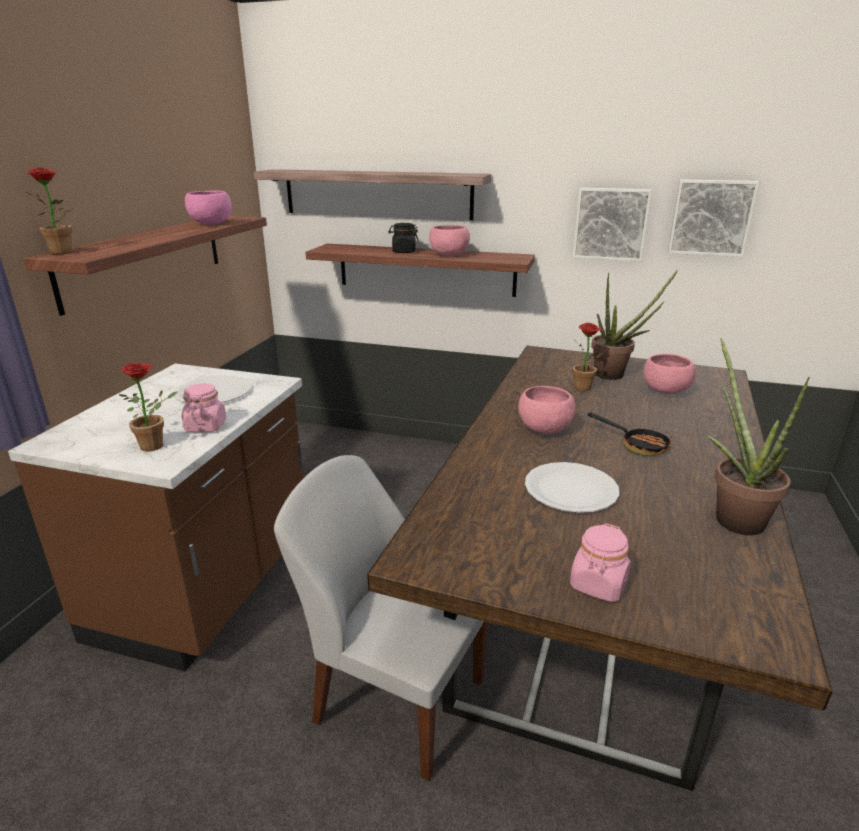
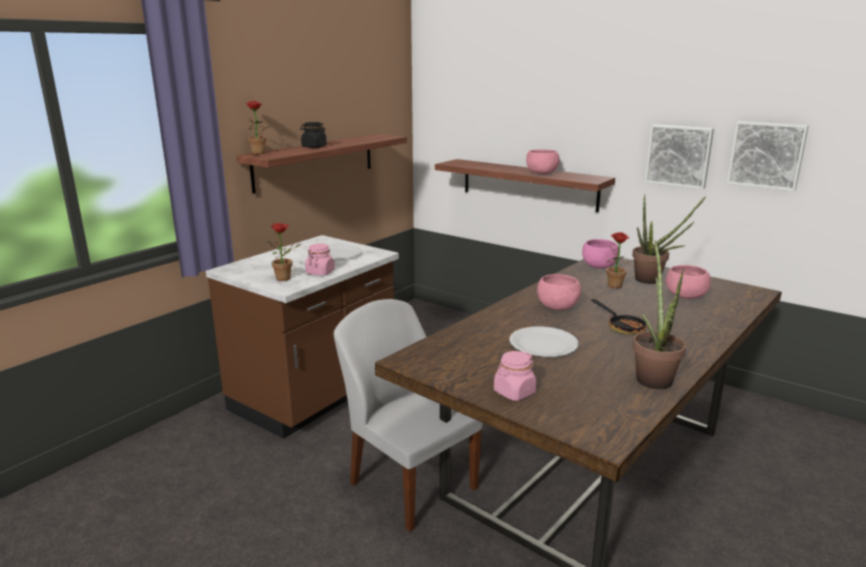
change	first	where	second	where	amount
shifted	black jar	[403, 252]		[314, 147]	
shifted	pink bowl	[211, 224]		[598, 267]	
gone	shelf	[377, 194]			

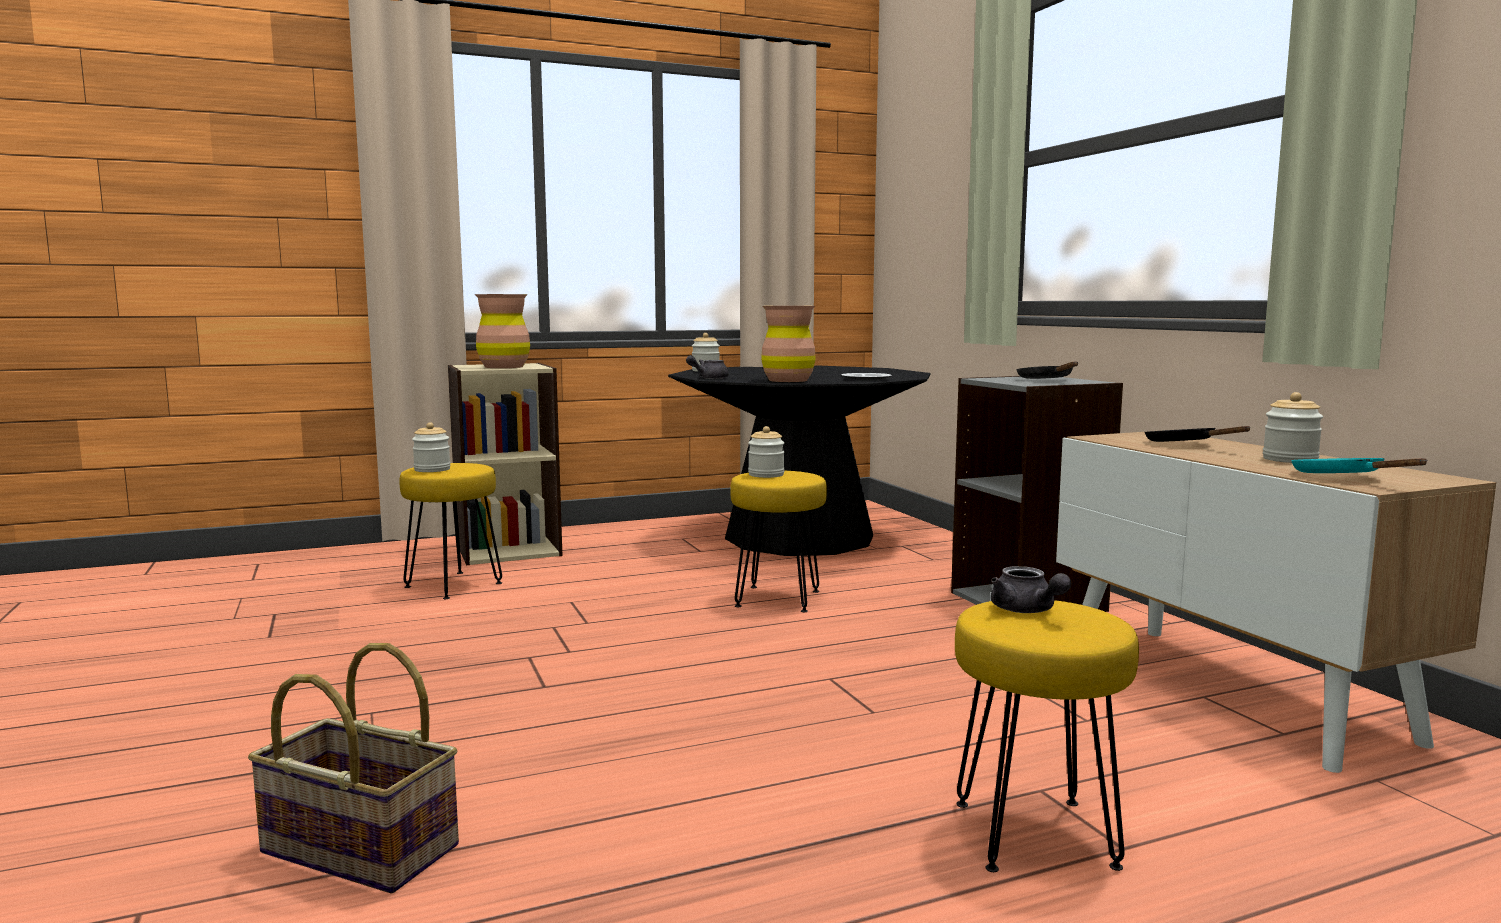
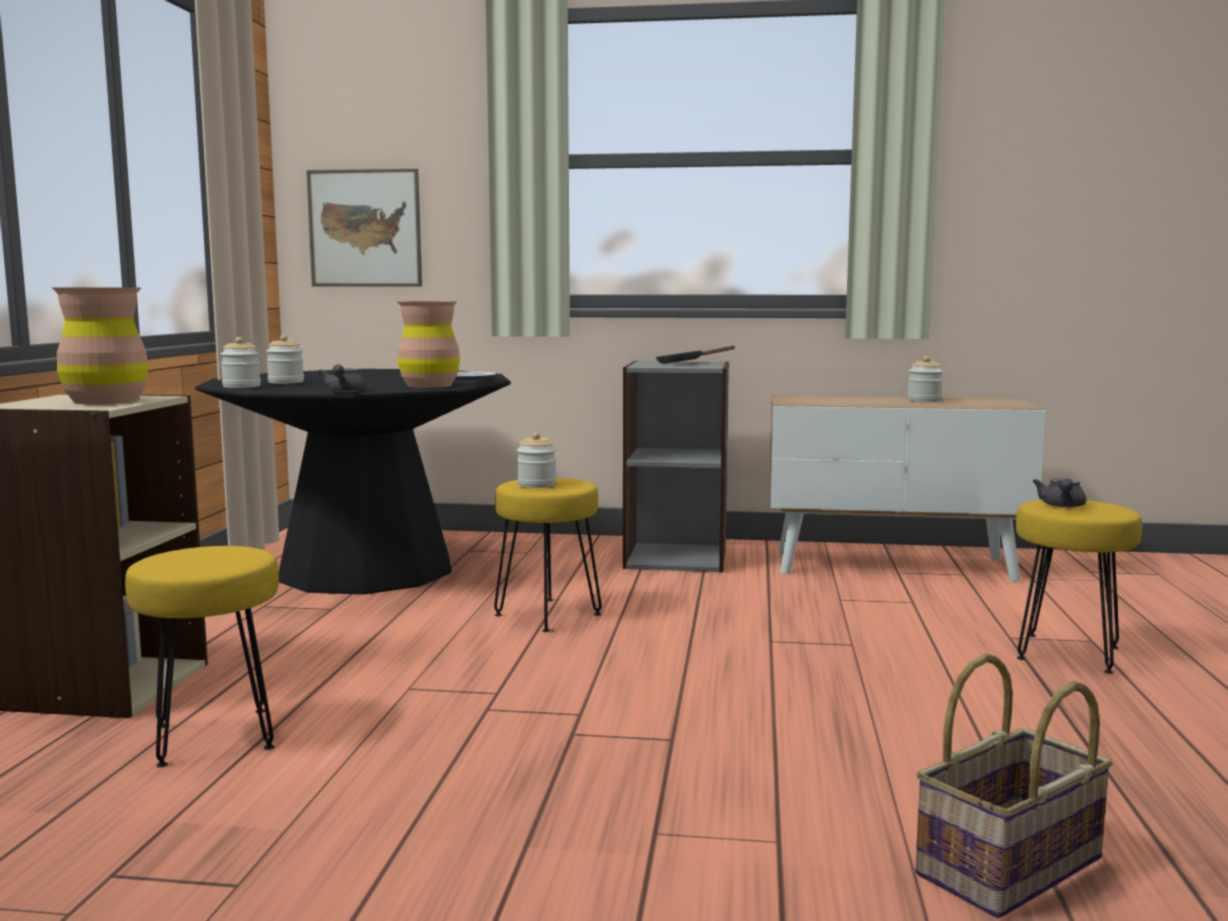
change	first	where	second	where	amount
shifted	jar	[432, 469]		[286, 382]	
new			picture	[365, 228]	
rotated	grey teapot	[1027, 611]		[1061, 506]	105 degrees clockwise
gone	black frying pan	[1185, 444]			
gone	turquoise frying pan	[1344, 477]			

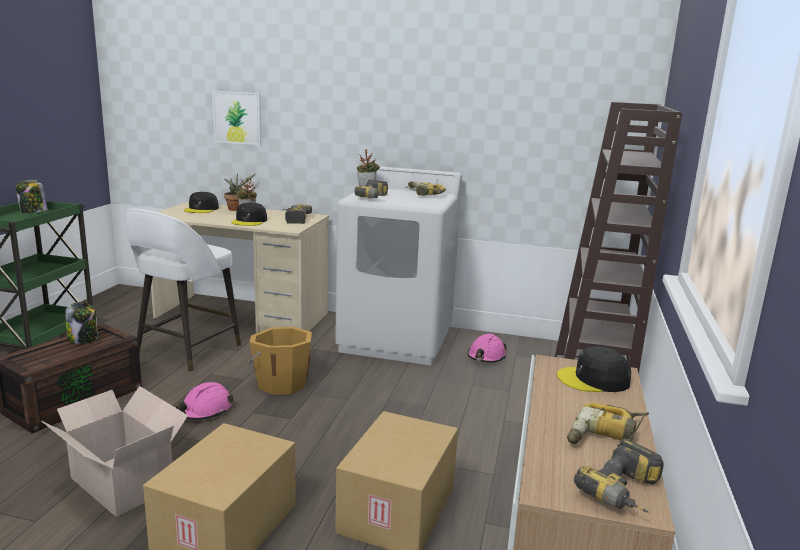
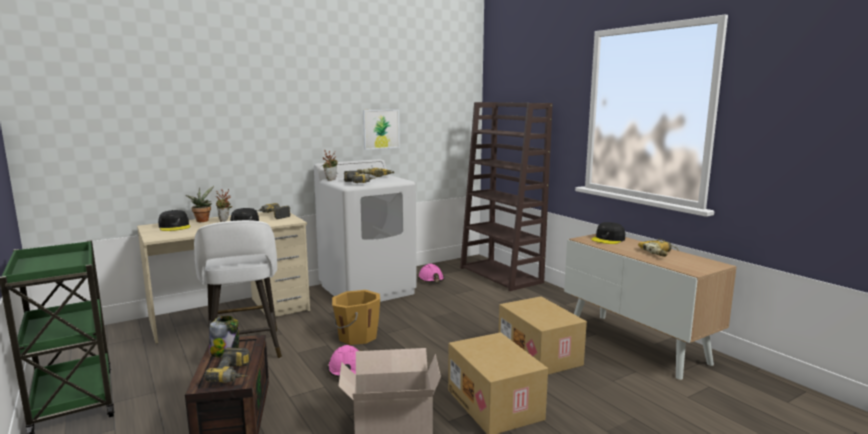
change	first	where	second	where	amount
shifted	power drill	[626, 495]		[234, 375]	
shifted	picture	[237, 118]		[381, 129]	
gone	jar	[33, 212]			

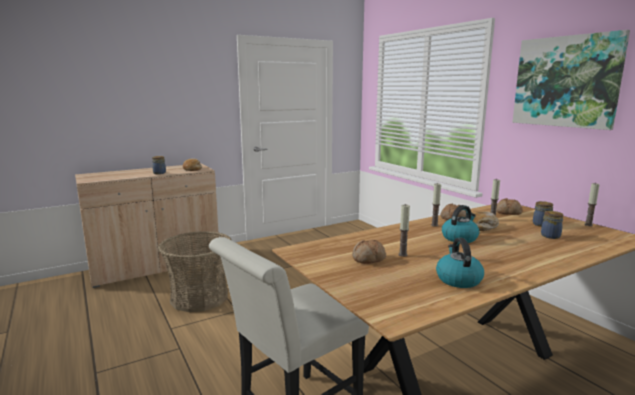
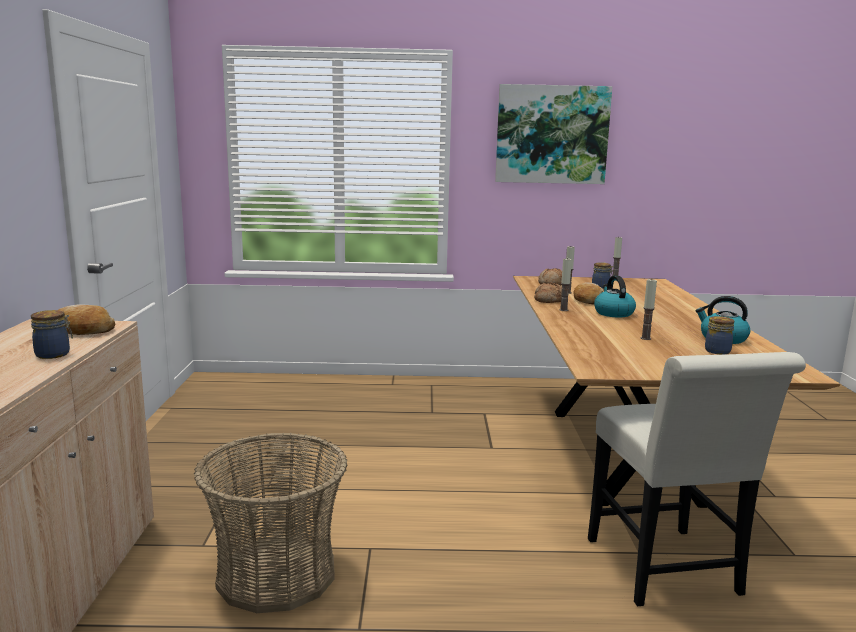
change	first	where	second	where	amount
shifted	jar	[550, 236]		[716, 351]	
gone	bread	[369, 259]			

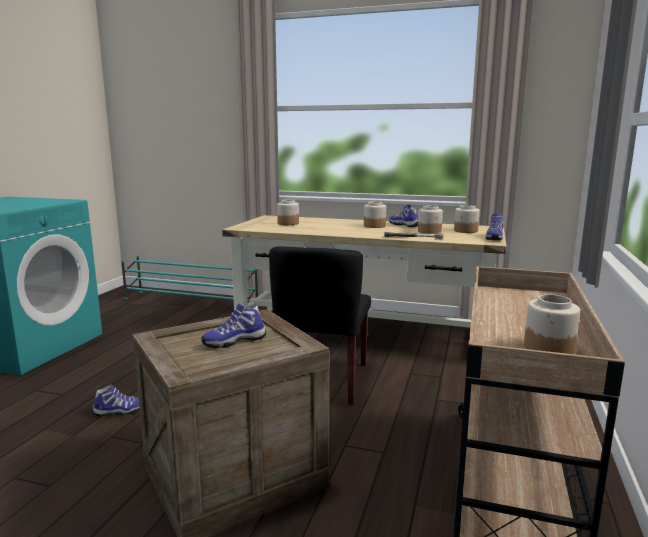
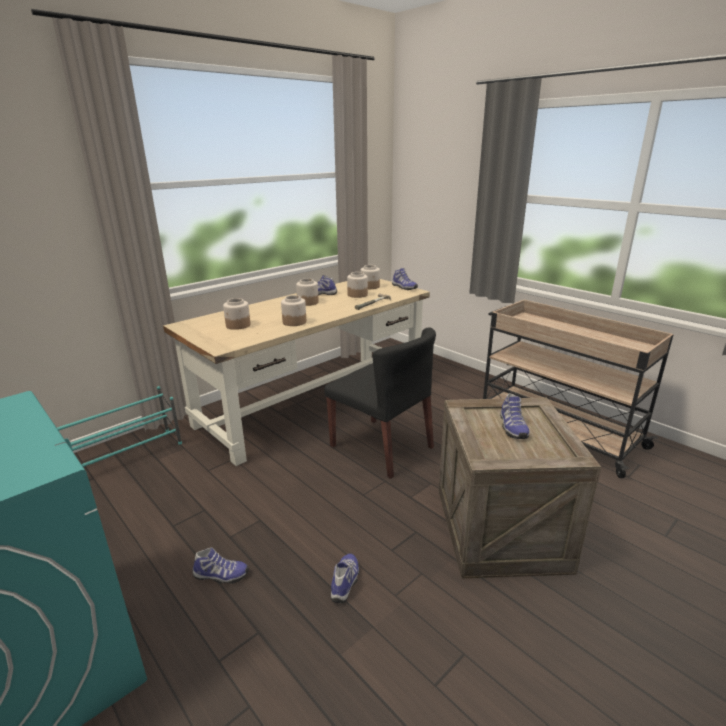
change	first	where	second	where	amount
new			shoe	[220, 576]	
shifted	jar	[549, 348]		[294, 322]	

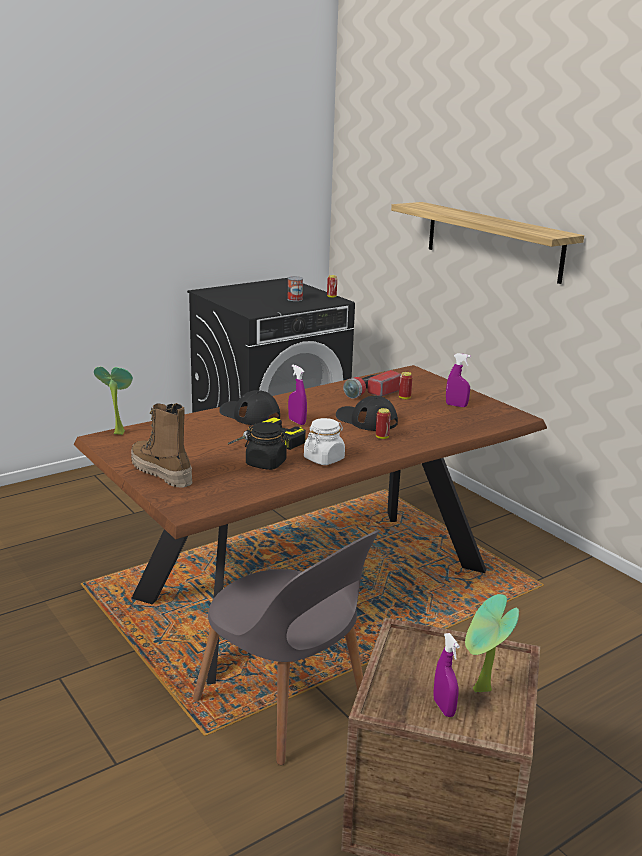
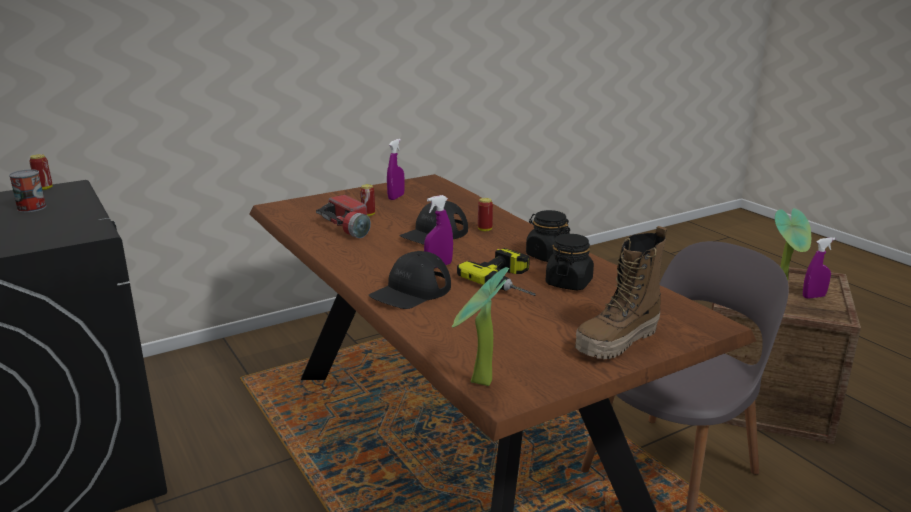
change	first	where	second	where	amount
repainted	white jar	[324, 459]	black jar	[548, 256]	
gone	shelf	[493, 241]			

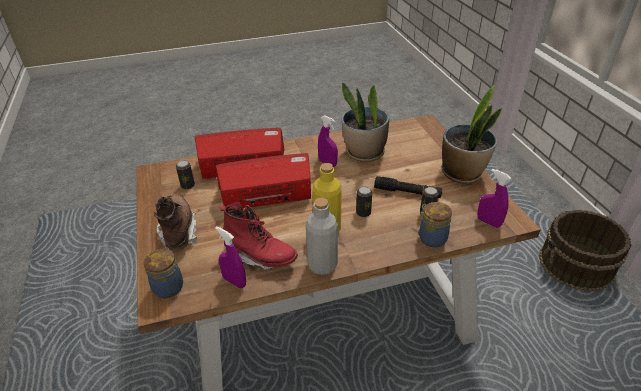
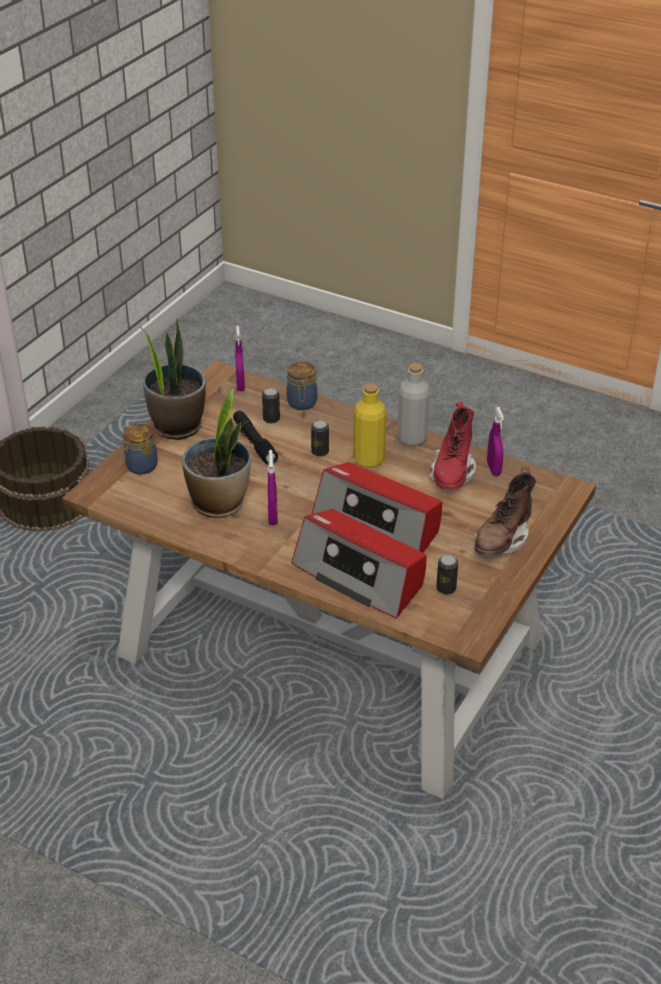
change	first	where	second	where	amount
shifted	jar	[169, 286]		[140, 466]	
rotated	red boot	[260, 256]		[452, 474]	150 degrees counterclockwise

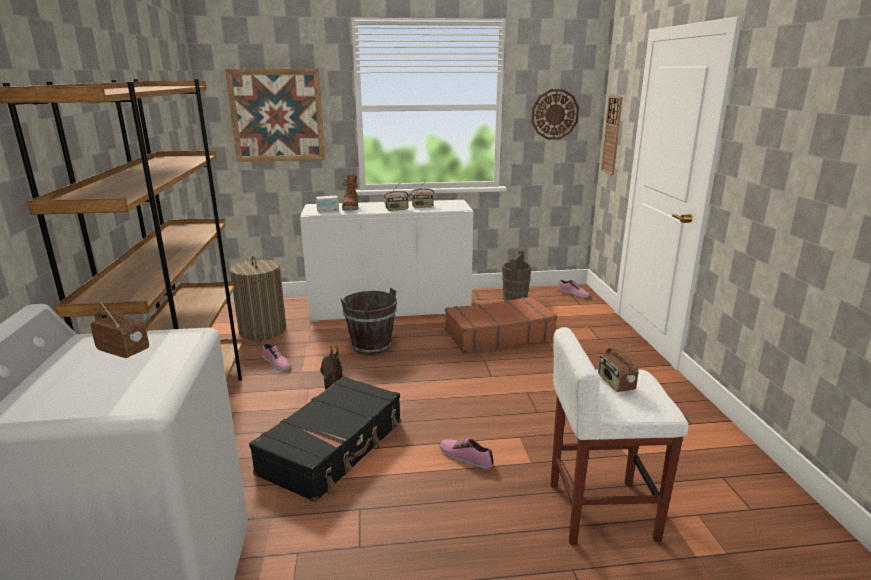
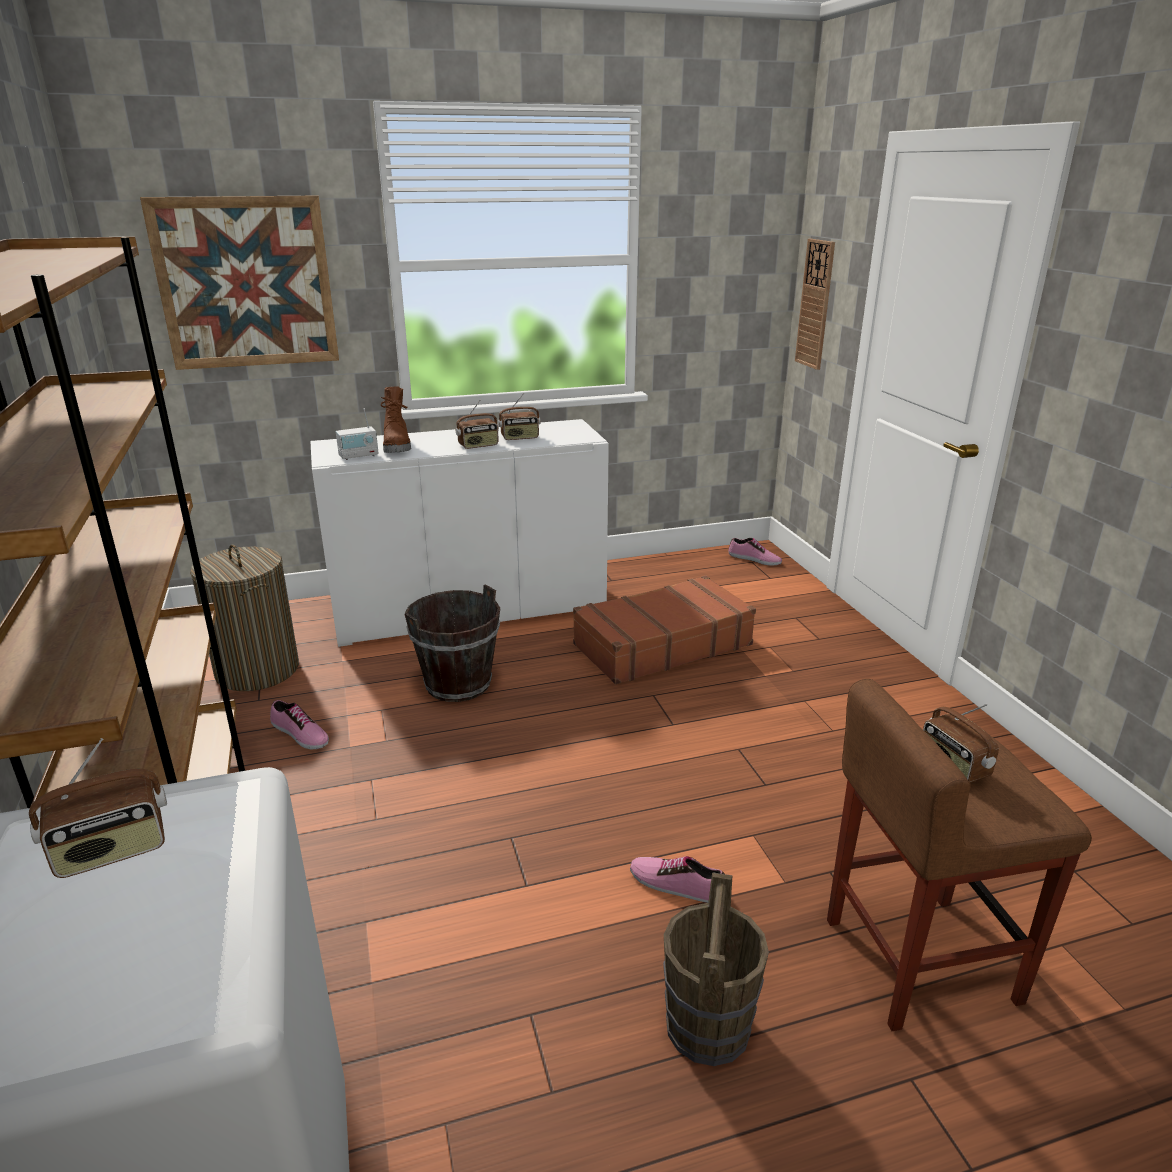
change	first	where	second	where	amount
rotated	radio	[124, 350]		[112, 851]	135 degrees clockwise
shifted	brown bucket	[515, 298]		[708, 1025]	
repainted	white stool	[600, 511]	brown stool	[917, 960]	
gone	black suitcase	[333, 447]			
gone	brown boot	[332, 377]			
gone	wall clock	[554, 114]			

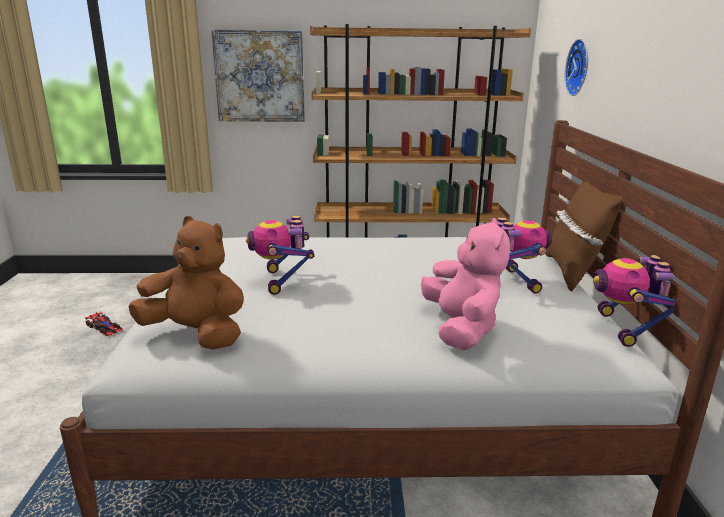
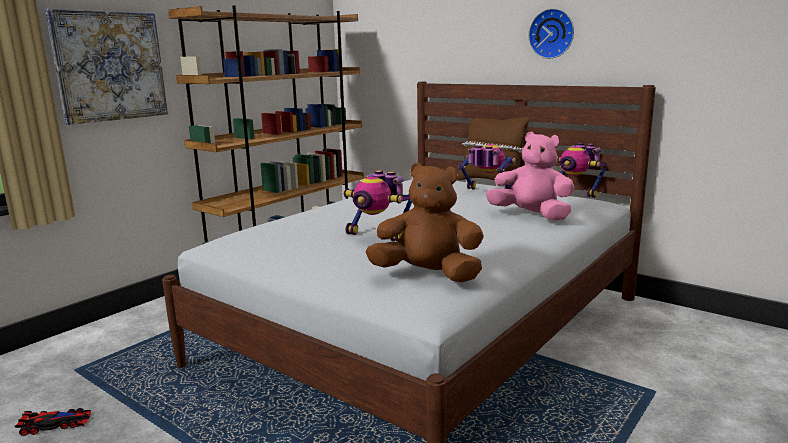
change	first	where	second	where	amount
rotated	brown plush toy	[196, 334]		[428, 275]	45 degrees clockwise
shifted	wall clock	[580, 67]		[552, 33]	

